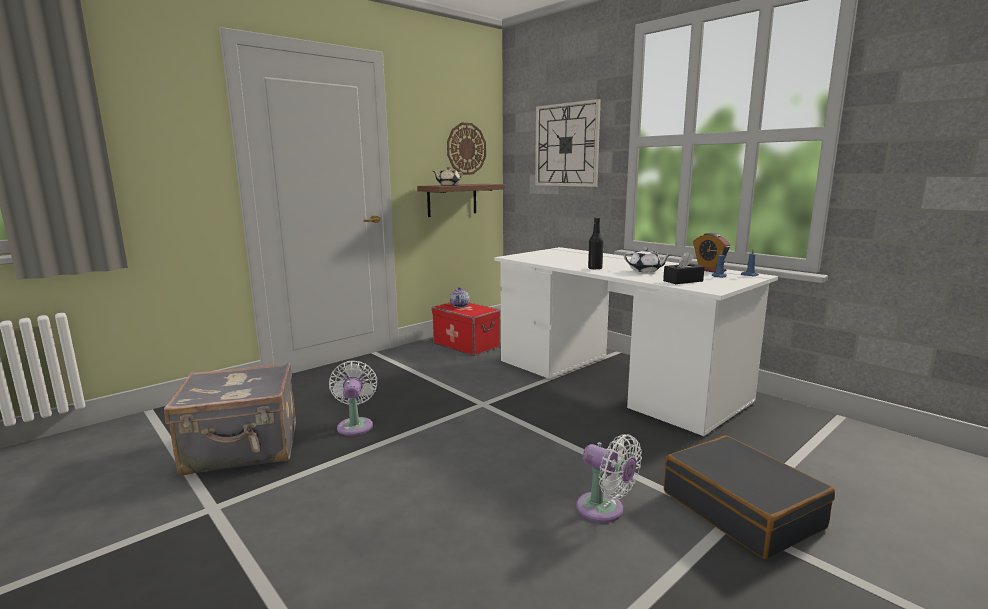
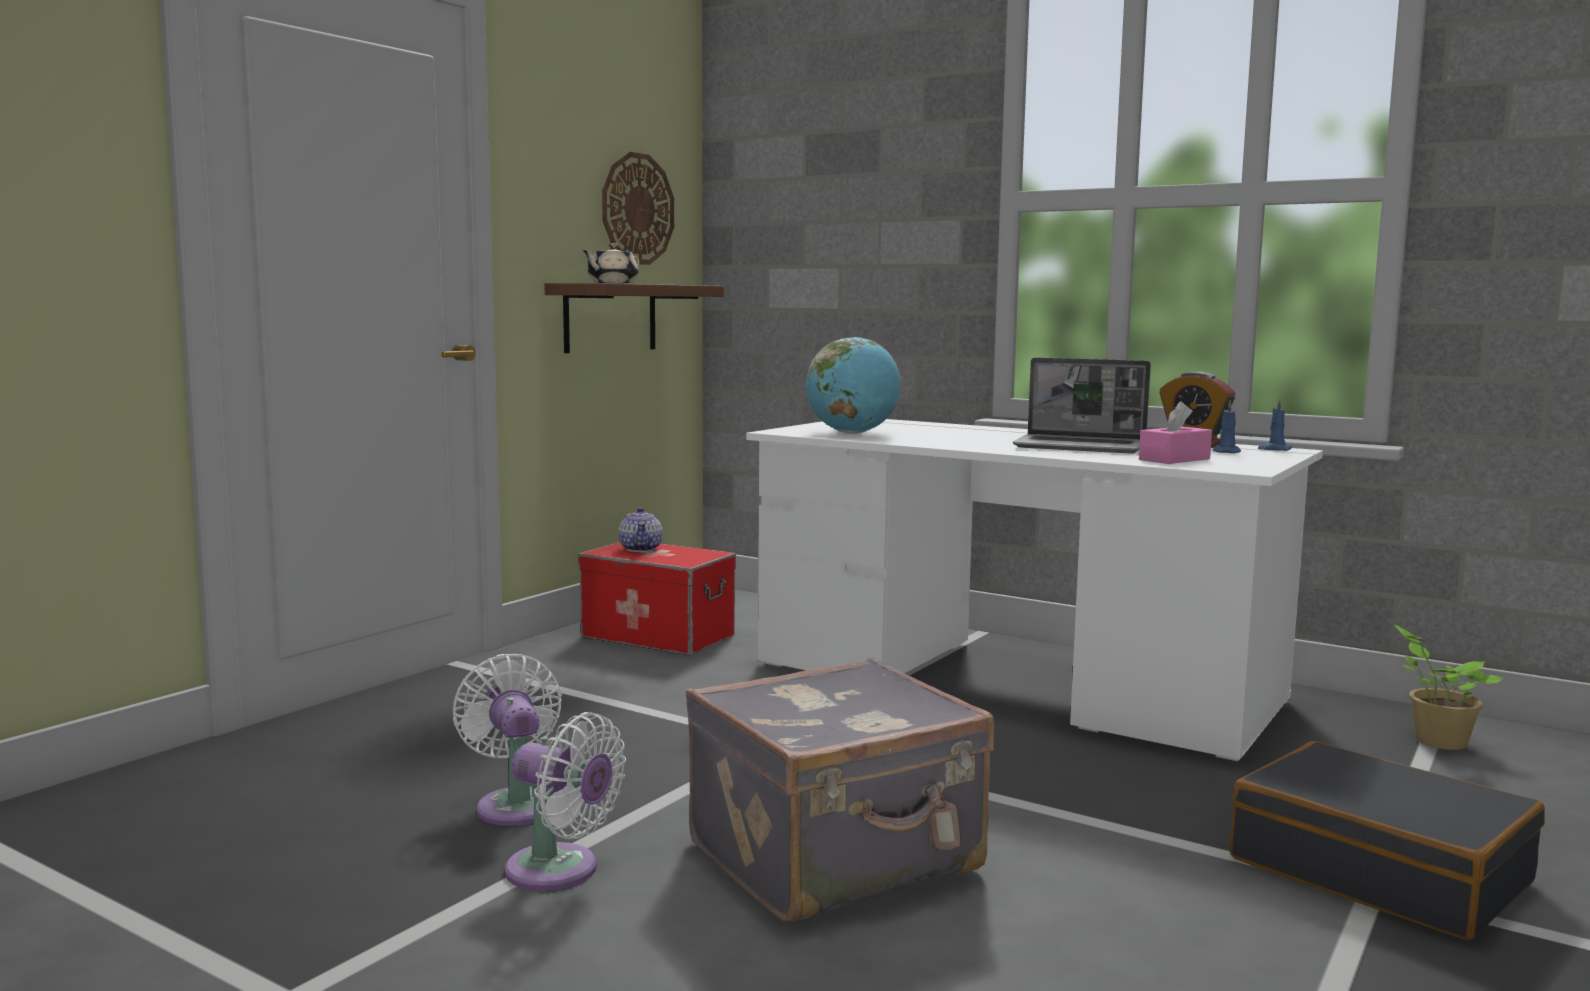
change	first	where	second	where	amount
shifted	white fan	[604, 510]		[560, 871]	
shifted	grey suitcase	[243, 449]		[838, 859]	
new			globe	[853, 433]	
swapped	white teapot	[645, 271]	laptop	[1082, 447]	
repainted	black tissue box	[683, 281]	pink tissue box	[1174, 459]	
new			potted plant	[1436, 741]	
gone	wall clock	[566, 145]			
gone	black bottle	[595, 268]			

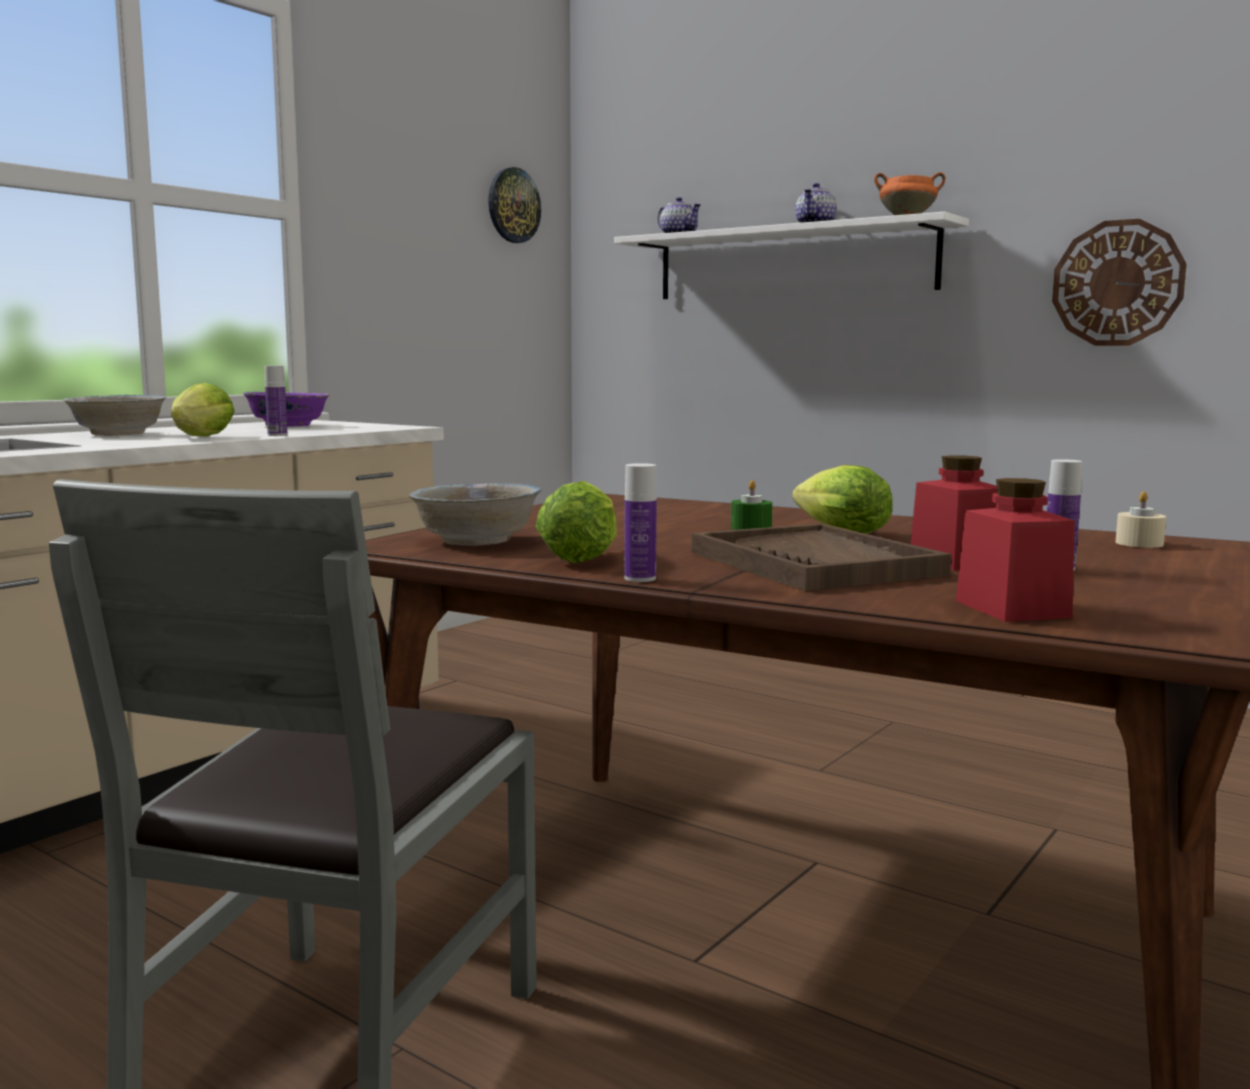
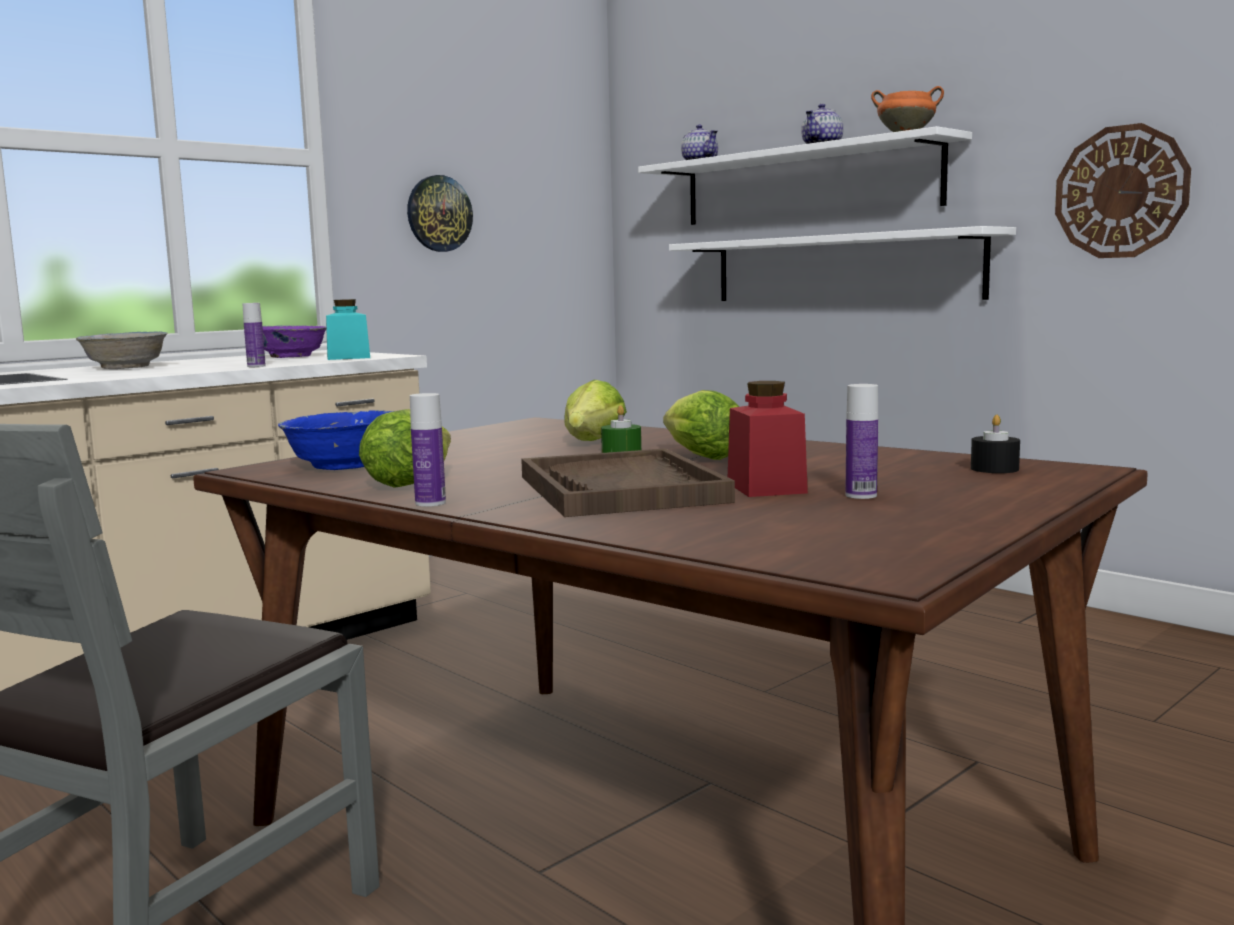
change	first	where	second	where	amount
repainted	white bowl	[477, 541]	blue bowl	[346, 465]	
new			turquoise jar	[348, 358]	
shifted	wall clock	[513, 205]		[439, 213]	
shifted	lettuce	[200, 437]		[591, 443]	
new			white shelf	[841, 268]	
repainted	beige candle	[1139, 543]	black candle	[994, 469]	
gone	red jar	[1012, 609]			

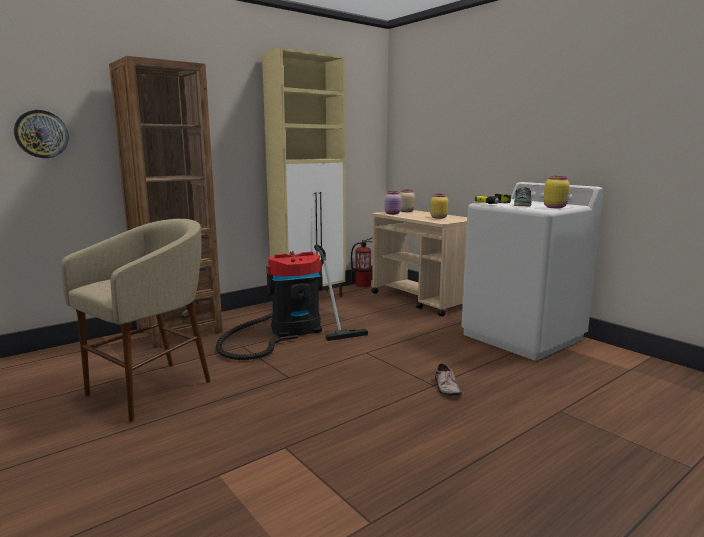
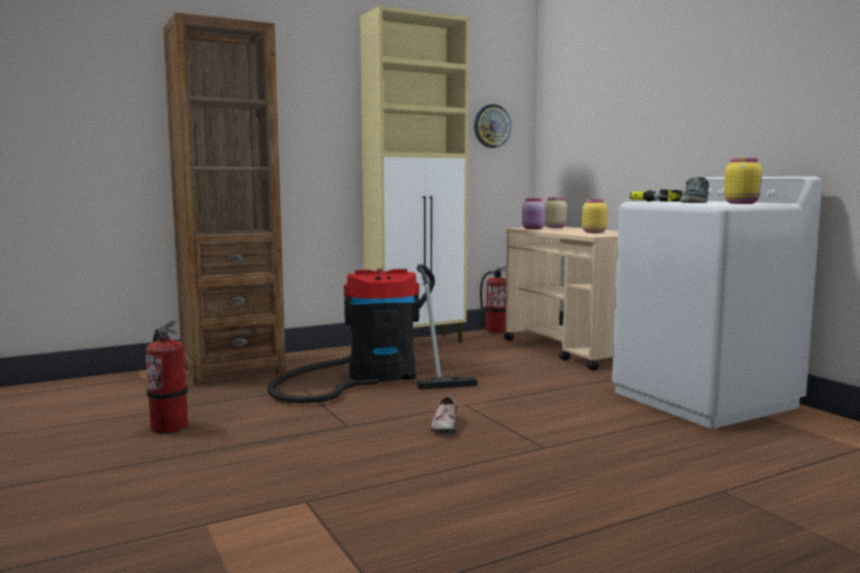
change	first	where	second	where	amount
swapped	beige stool	[152, 389]	fire extinguisher	[169, 427]	
shifted	shoe	[445, 387]		[444, 426]	
shifted	wall clock	[41, 134]		[492, 126]	

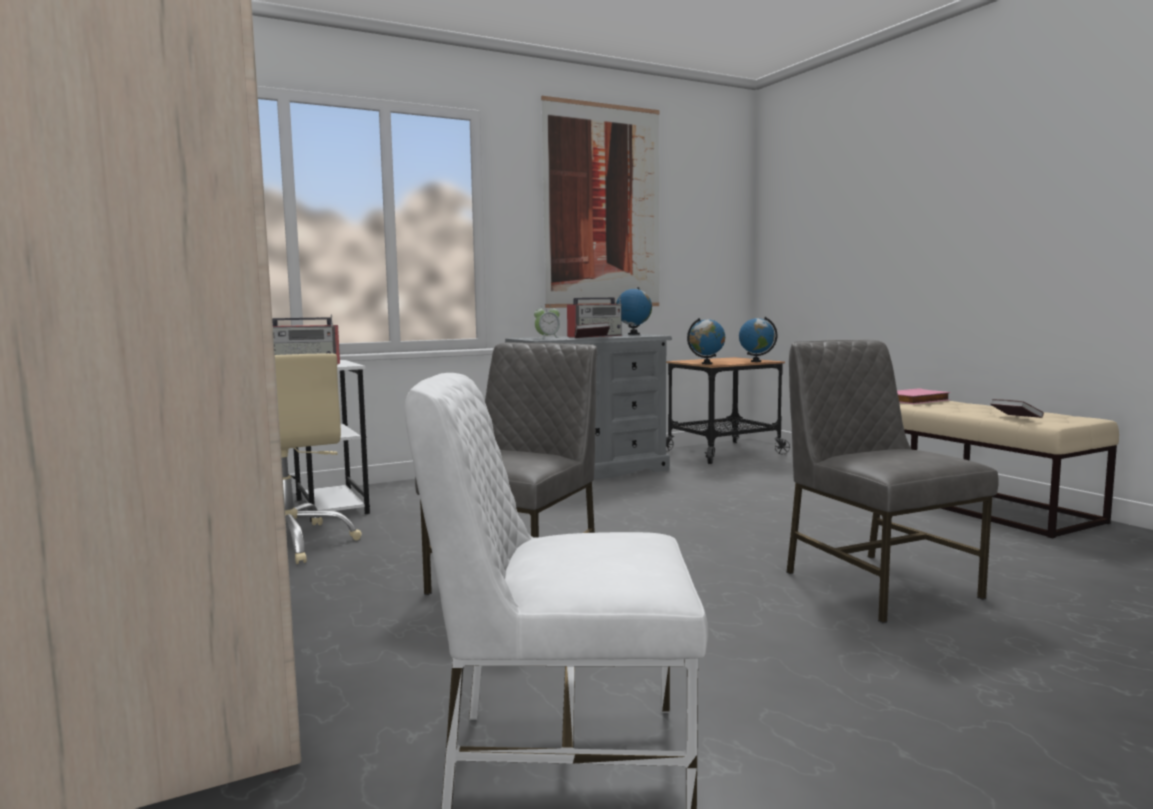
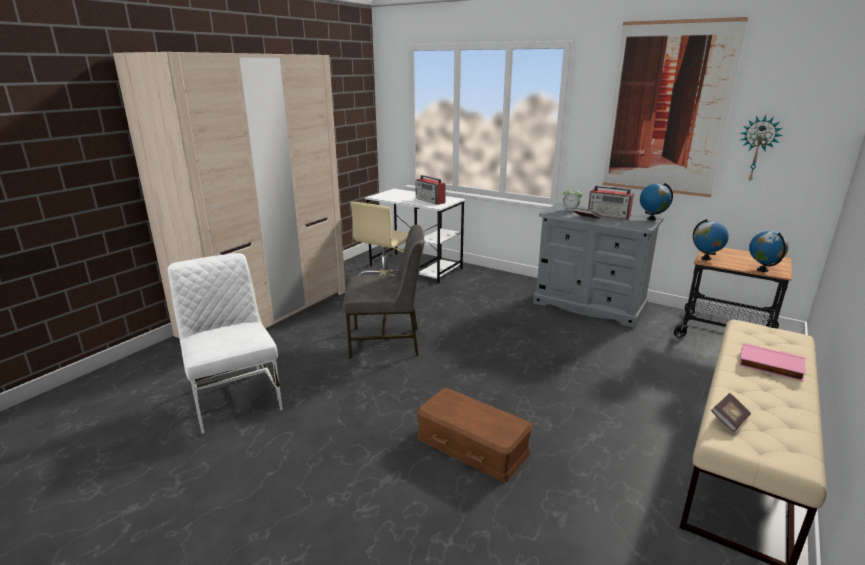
change	first	where	second	where	amount
swapped	grey chair	[876, 584]	brown storage box	[473, 444]	
new			wall clock	[757, 149]	

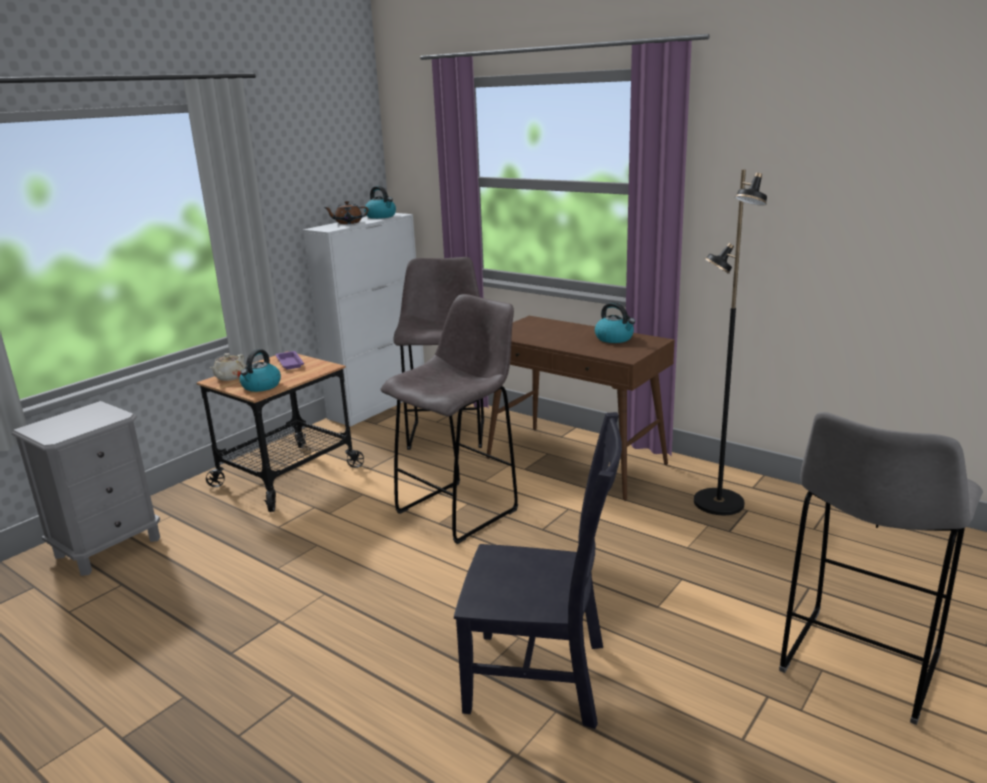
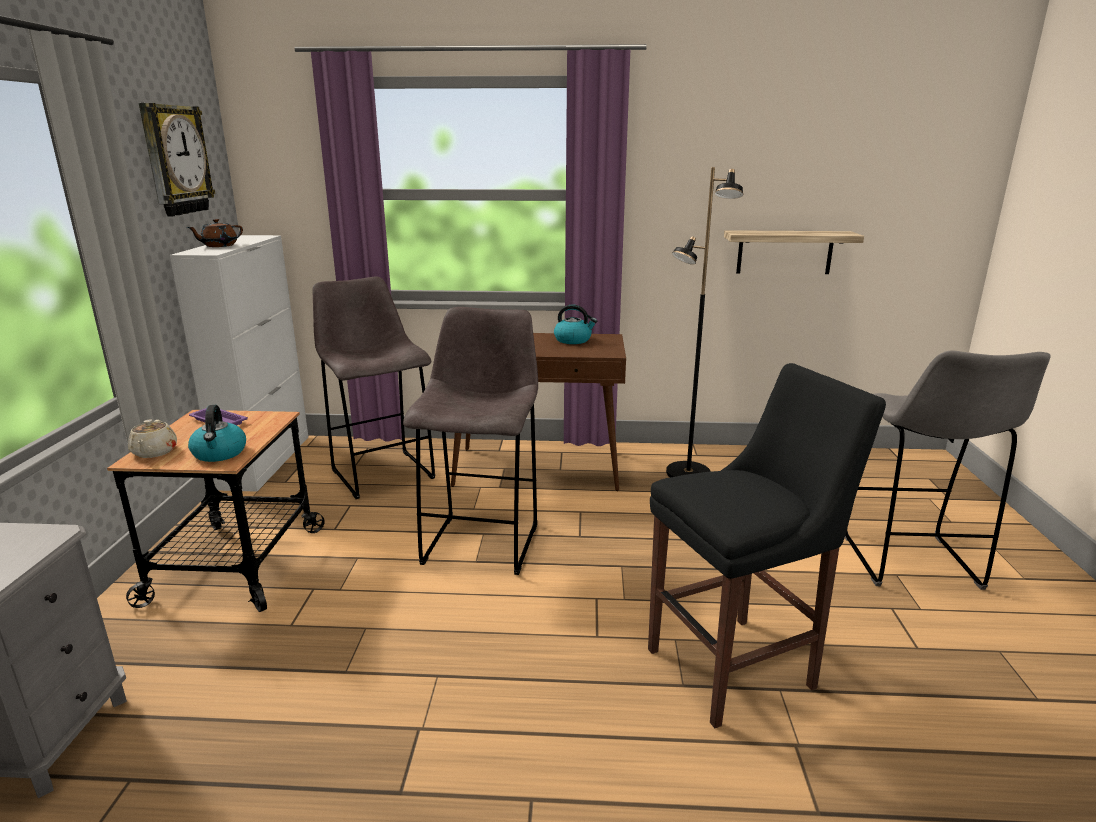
change	first	where	second	where	amount
new			wall clock	[175, 160]	
swapped	black chair	[543, 678]	black stool	[737, 666]	
new			shelf	[784, 252]	
gone	kettle	[381, 216]			

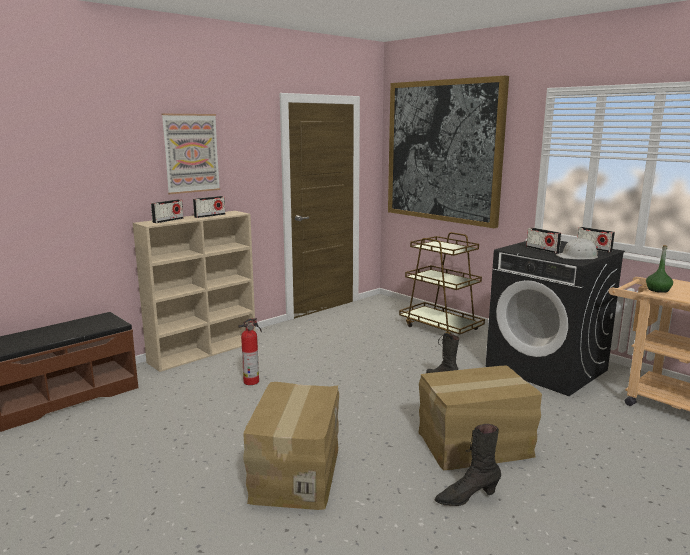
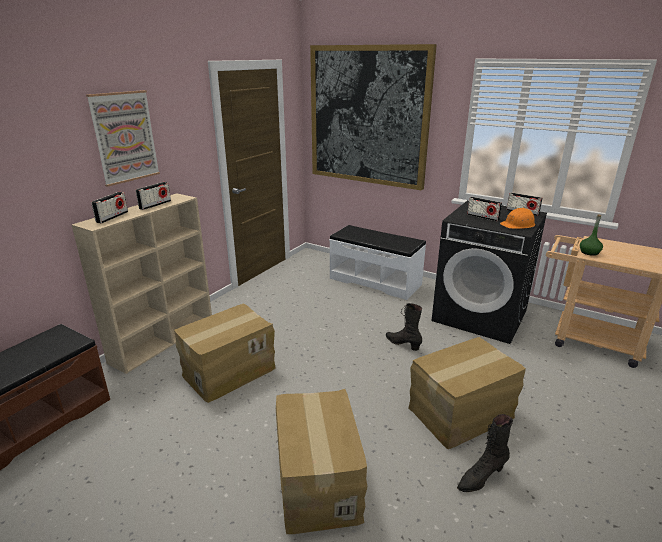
change	first	where	second	where	amount
swapped	fire extinguisher	[252, 381]	cardboard box	[228, 371]	
swapped	brown cart	[440, 327]	white bench	[375, 281]	
repainted	white hard hat	[578, 257]	orange hard hat	[518, 224]	

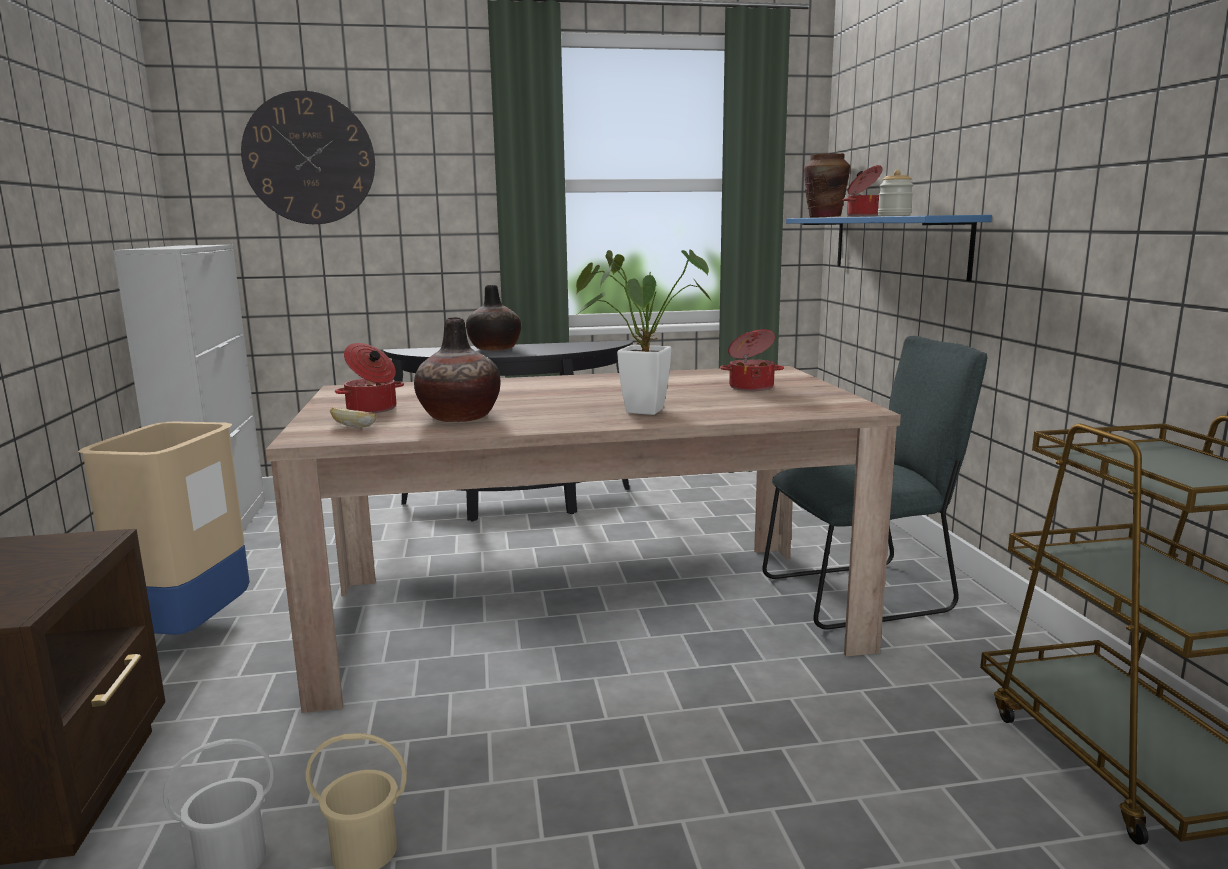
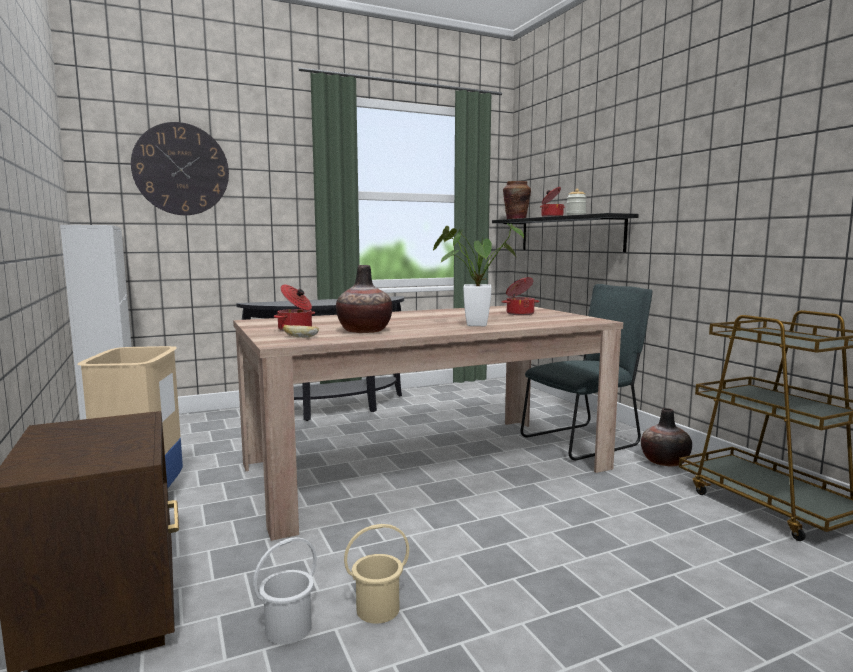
change	first	where	second	where	amount
repainted	blue shelf	[897, 244]	black shelf	[569, 234]	
shifted	vase	[495, 349]		[664, 462]	

